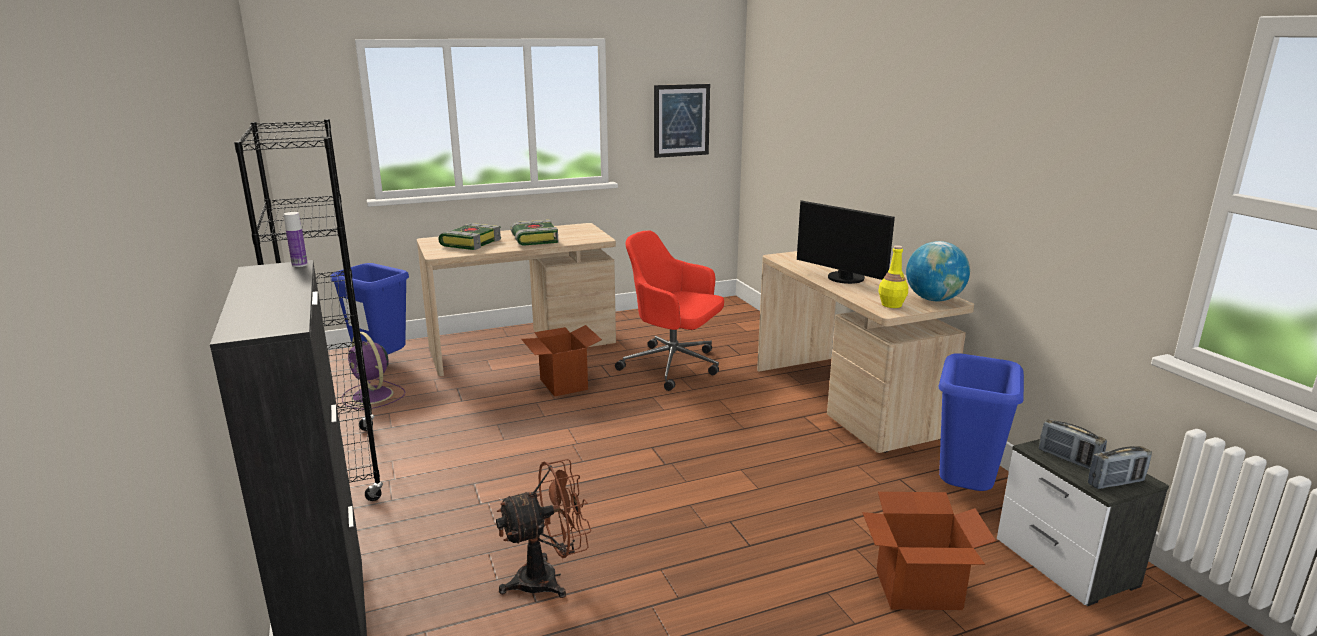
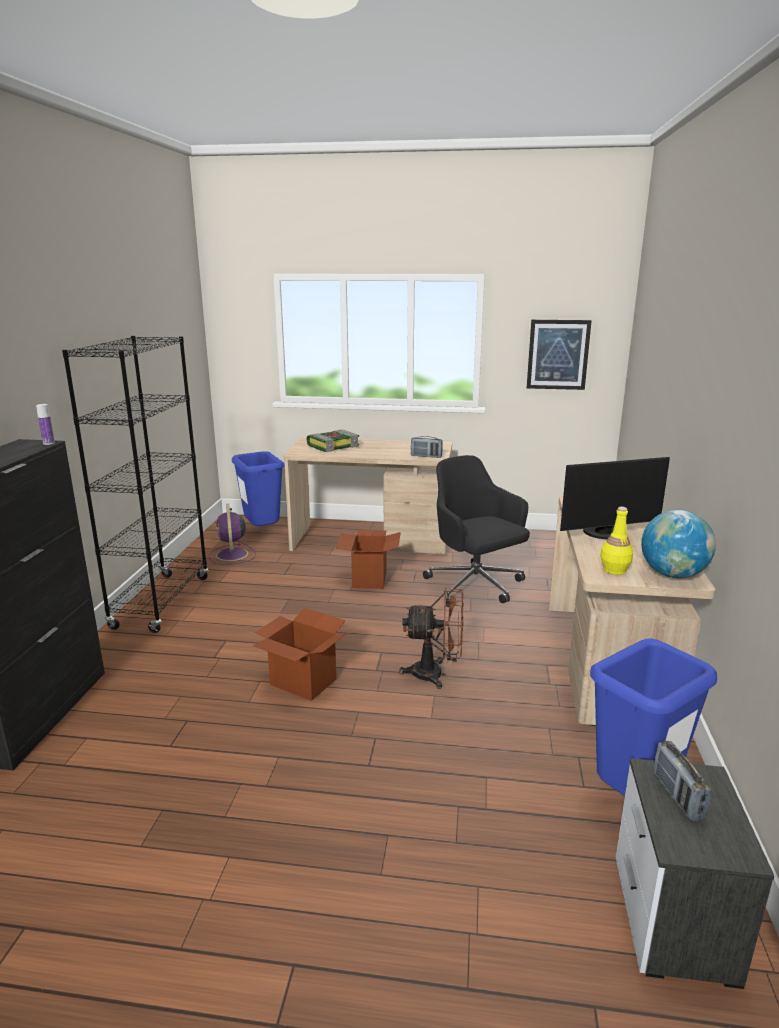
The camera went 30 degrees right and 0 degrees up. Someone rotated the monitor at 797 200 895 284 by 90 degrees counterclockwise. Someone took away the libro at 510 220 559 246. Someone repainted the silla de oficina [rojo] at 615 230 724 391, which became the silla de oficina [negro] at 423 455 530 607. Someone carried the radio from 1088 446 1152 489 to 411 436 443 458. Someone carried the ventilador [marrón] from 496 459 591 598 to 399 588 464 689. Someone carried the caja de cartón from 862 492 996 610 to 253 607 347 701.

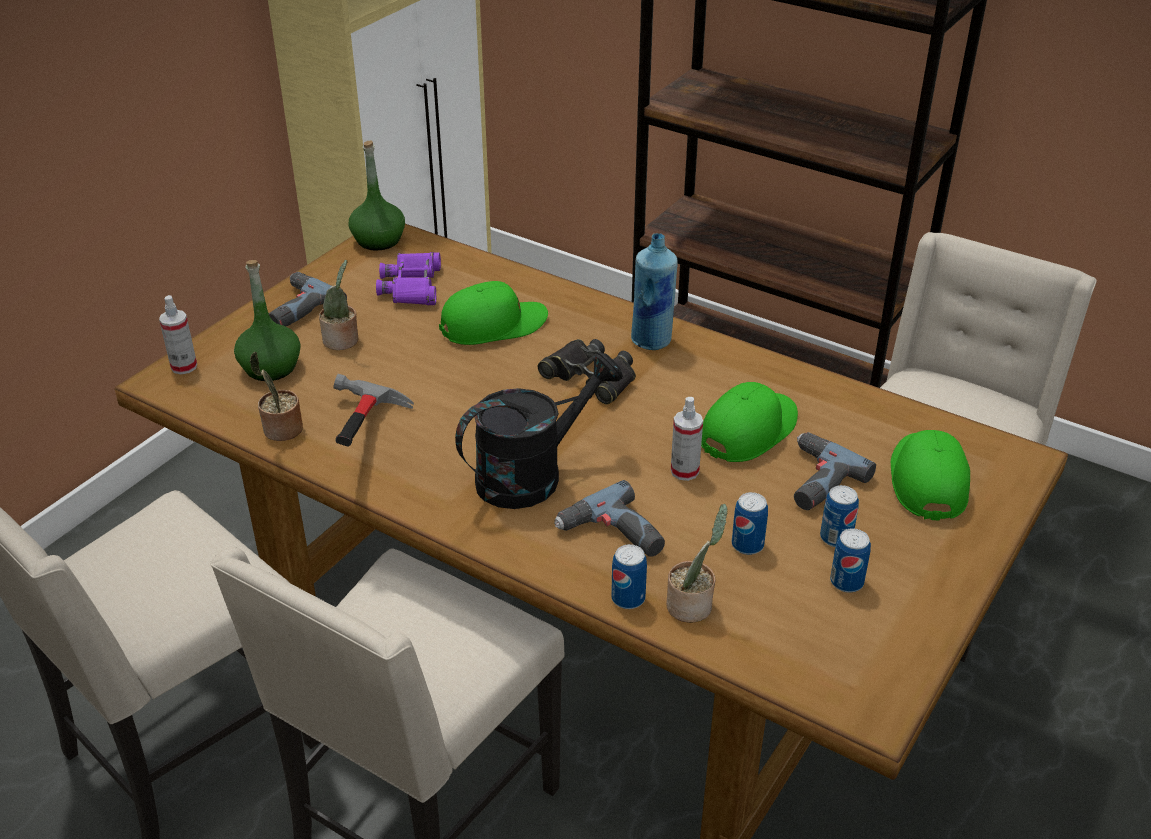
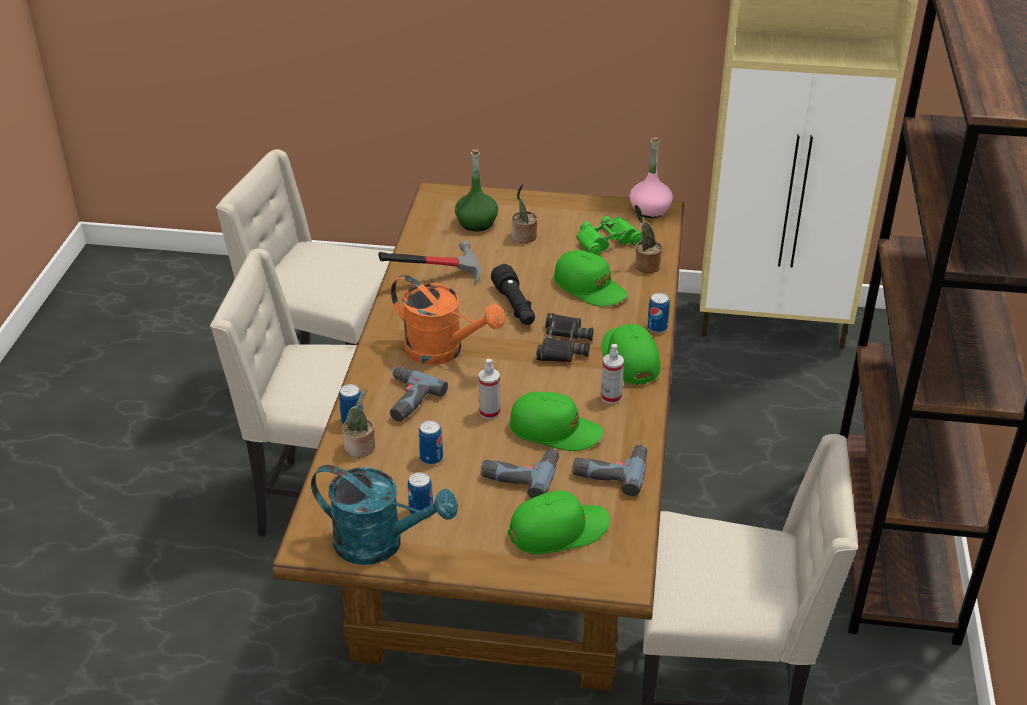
The camera went 65 degrees right and 0 degrees up. Someone repainted the botella [verde] at 349 140 405 251, which became the botella [rosa] at 630 137 673 218. Someone swapped the botella [azul] at 631 233 678 350 for the gorra [verde] at 601 324 660 385. Someone repainted the prismáticos [morado] at 376 252 441 305, which became the prismáticos [verde] at 576 216 642 255. Someone carried the taladro from 269 272 347 326 to 572 444 648 496. Someone carried the pulverizador from 159 295 197 374 to 601 344 624 404. Someone carried the planta en maceta from 249 352 303 441 to 635 205 662 273. Someone repainted the regadera [negro] at 455 352 623 509, which became the regadera [naranja] at 391 275 505 365. Someone carried the lata from 820 485 859 547 to 647 293 670 333. Someone put down the linterna [negro] at 491 264 535 325. Someone put down the regadera [turquesa] at 311 465 458 565.

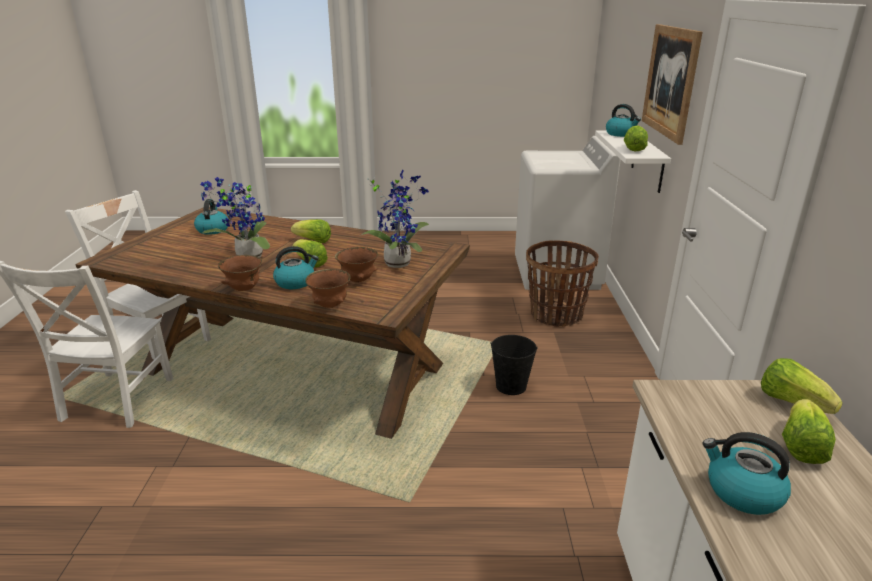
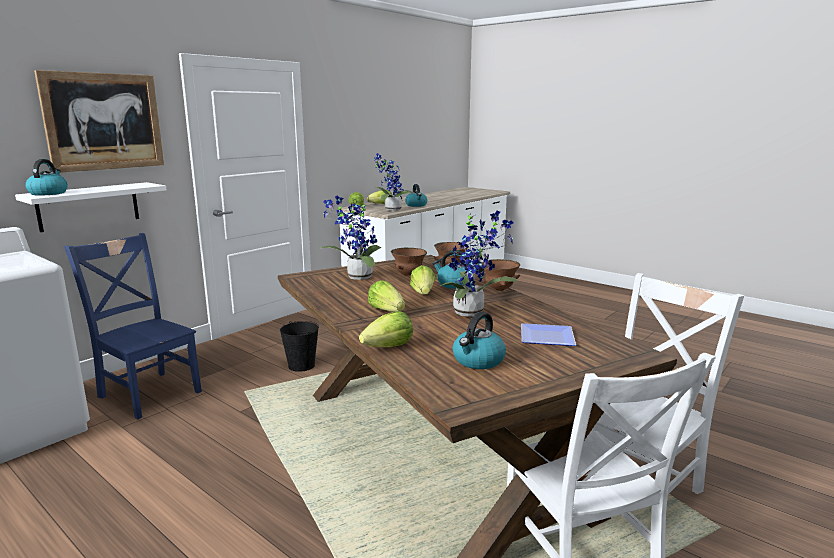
The camera went 140 degrees left and 10 degrees down. Someone carried the lechuga from 624 125 648 152 to 359 311 413 347. Someone swapped the cesta at 526 240 599 327 for the silla [azul] at 64 233 202 420. Someone put down the planta en maceta at 373 153 412 211. Someone put down the plato at 521 323 576 346.

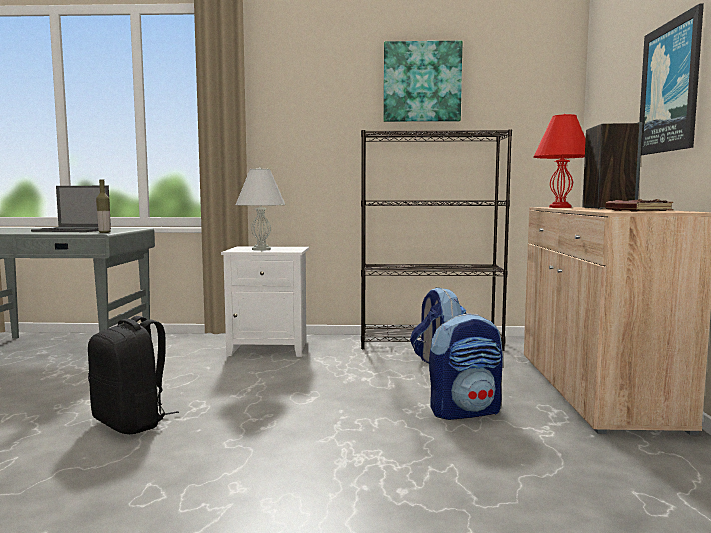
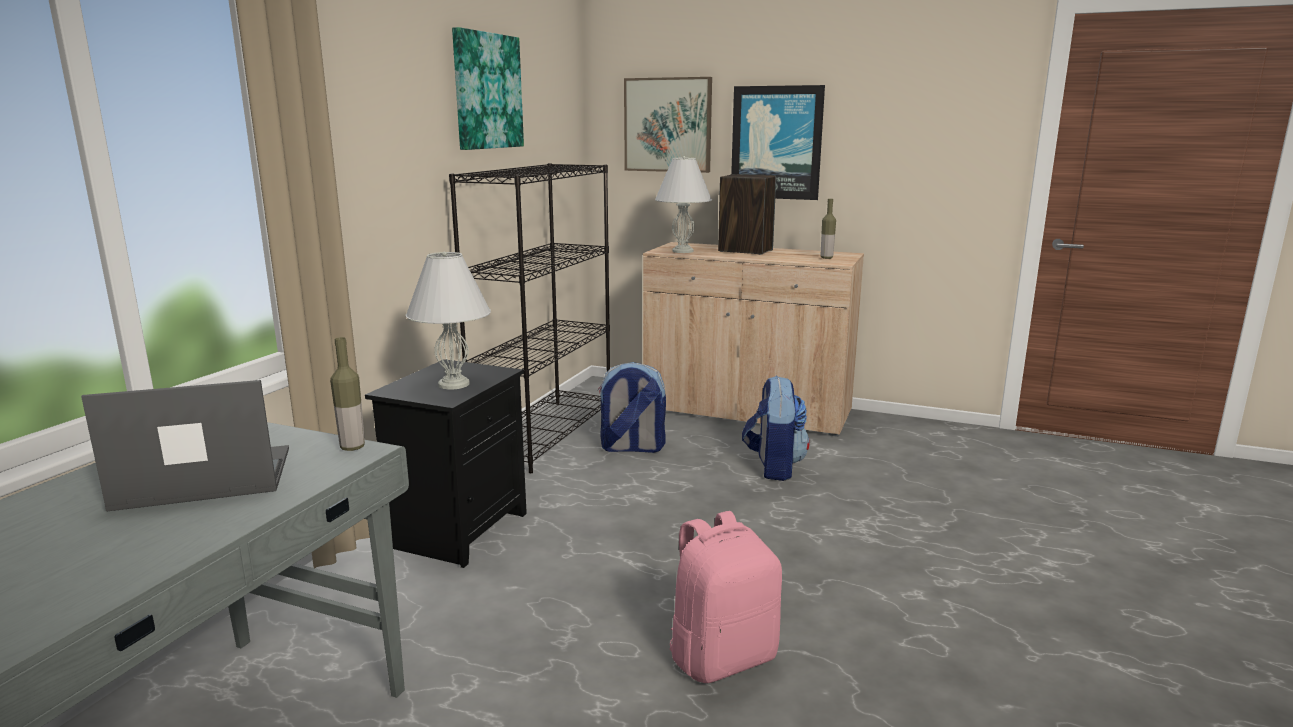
The camera went 70 degrees left and 10 degrees up. Someone repainted the lámpara de mesa [rojo] at 533 114 586 208, which became the lámpara de mesa [blanco] at 655 156 712 253. Someone rotated the portátil at 31 186 111 232 by 135 degrees counterclockwise. Someone swapped the libro [marrón] at 605 199 673 212 for the botella at 820 199 836 259. Someone repainted the mesita de noche [blanco] at 221 247 309 357, which became the mesita de noche [negro] at 365 359 527 568. Someone repainted the mochila [negro] at 88 316 179 434, which became the mochila [rosa] at 670 511 782 683. Someone put up the cuadro at 624 77 712 173.

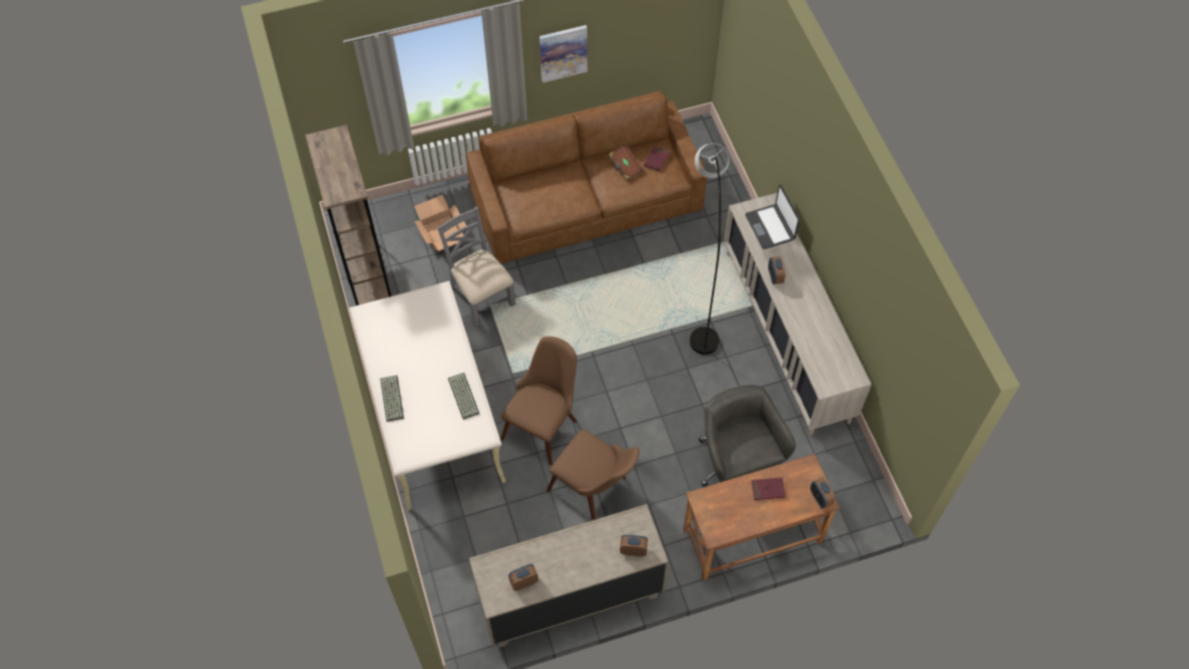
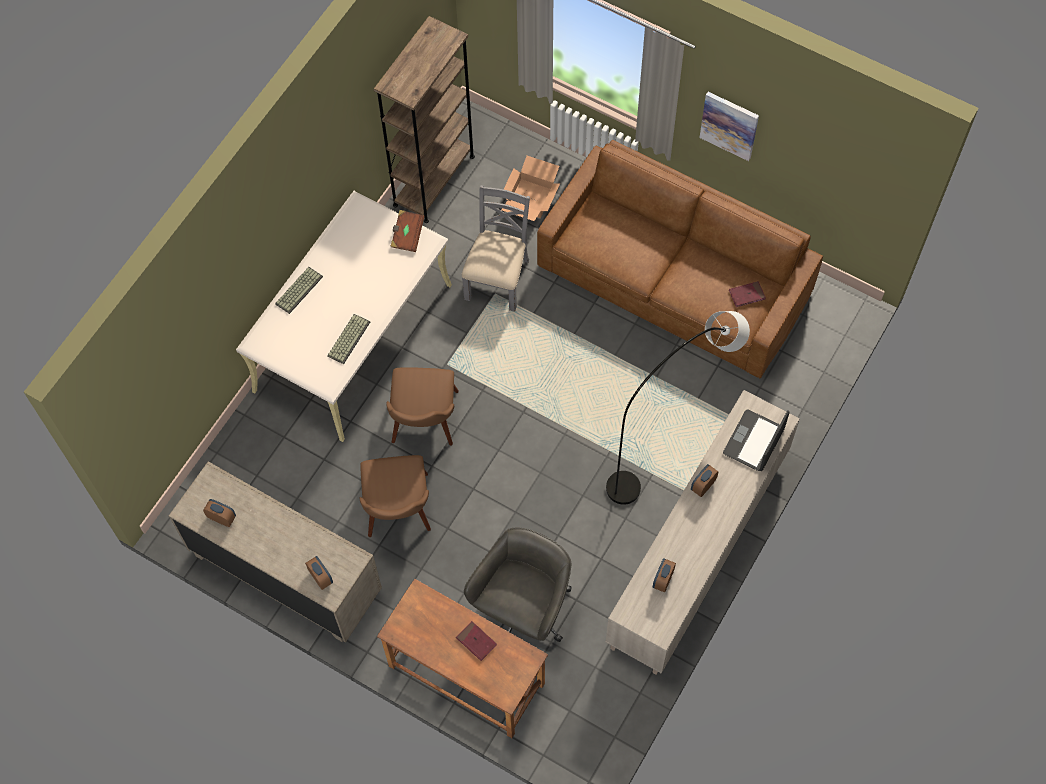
The camera went 50 degrees right and 5 degrees up. Someone carried the libro [marrón] from 608 145 643 181 to 390 210 424 252. Someone rotated the silla [marrón] at 501 336 577 465 by 105 degrees clockwise. Someone carried the despertador from 810 477 835 509 to 653 558 676 593.

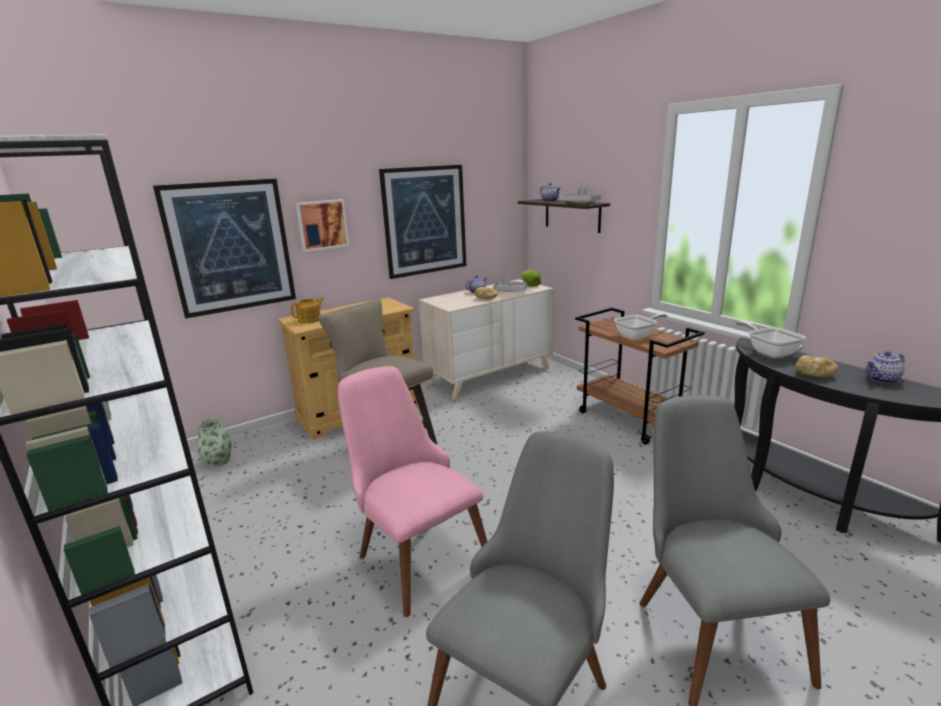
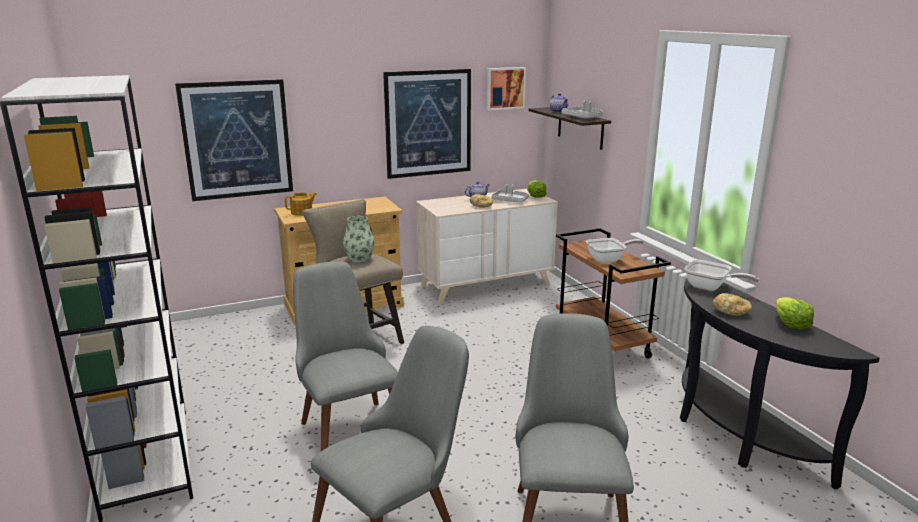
The camera went 10 degrees right and 0 degrees up. Someone carried the cuadro from 295 199 349 252 to 487 67 526 110. Someone rotated the sartén at 736 321 806 358 by 135 degrees clockwise. Someone swapped the tetera at 866 351 904 383 for the lechuga at 776 297 814 329. Someone repainted the silla [rosa] at 338 366 488 617, which became the silla [gris] at 293 262 398 451. Someone carried the florero from 197 419 232 467 to 343 216 374 263.

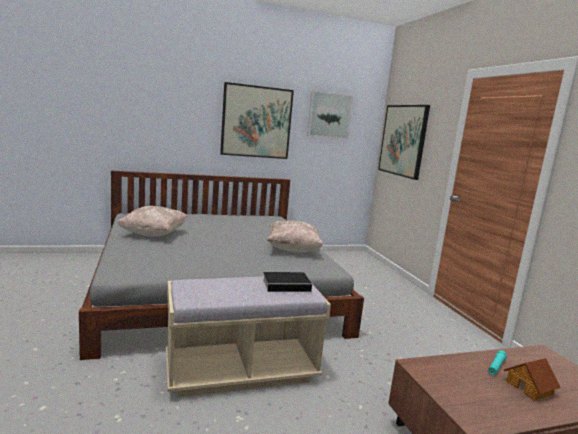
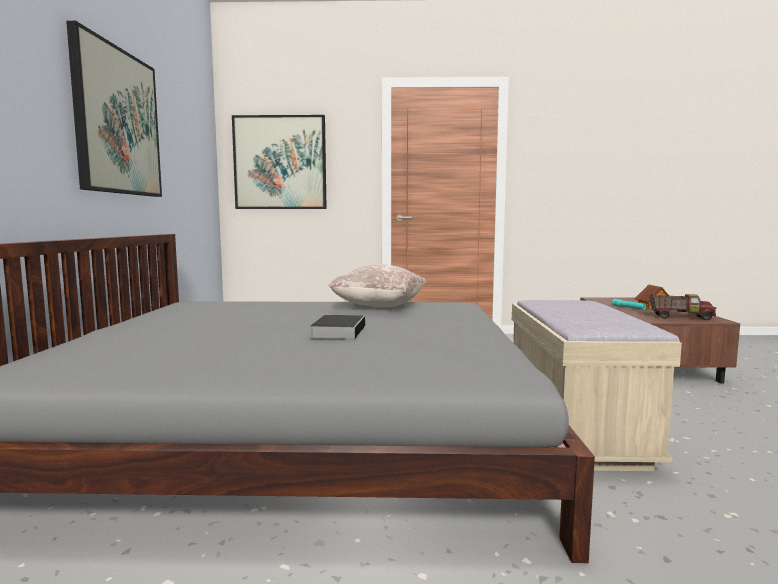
The camera went 70 degrees left and 5 degrees down. Someone took away the cuadro at 307 90 354 140. Someone took away the cojín [beis] at 116 206 188 237. Someone carried the libro from 263 272 319 292 to 310 315 365 339. Someone put down the camión de juguete at 649 294 716 321.

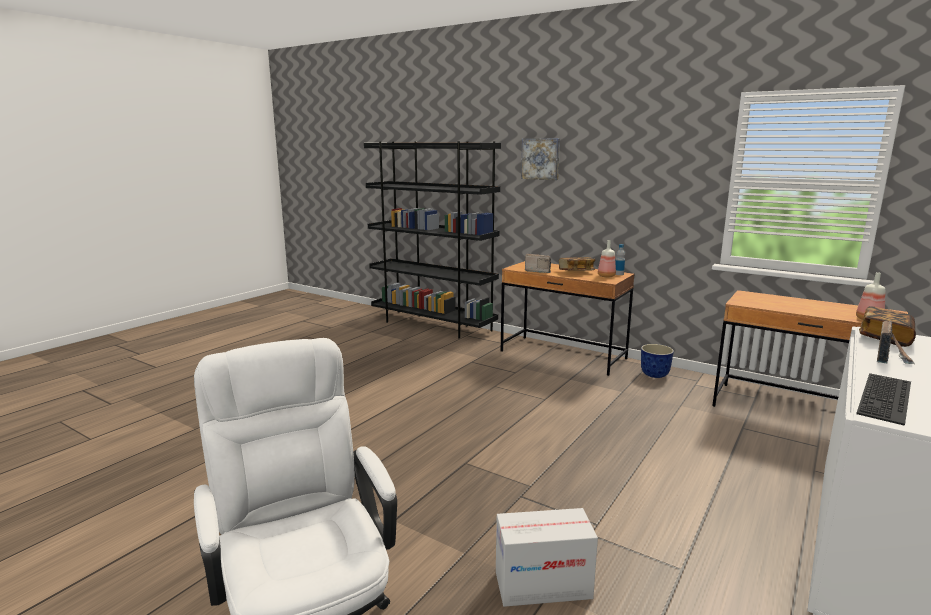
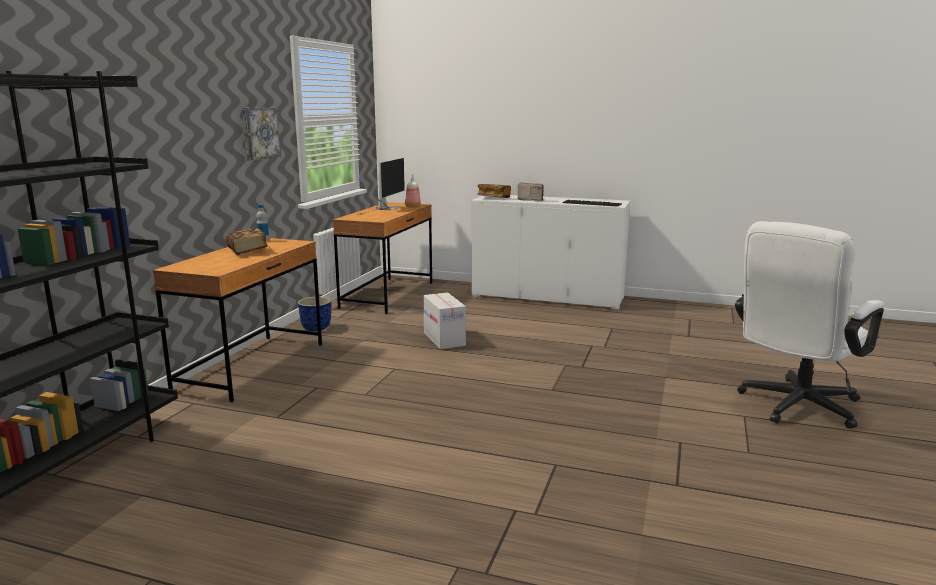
The camera went 105 degrees left and 0 degrees up. Someone carried the cuadro from 521 138 560 180 to 242 107 281 160. Someone took away the botella at 598 240 616 277. Someone took away the radio at 525 254 551 273. Someone carried the caja de cartón from 496 508 598 607 to 423 293 466 349. Someone put down the monitor at 357 158 405 216.

